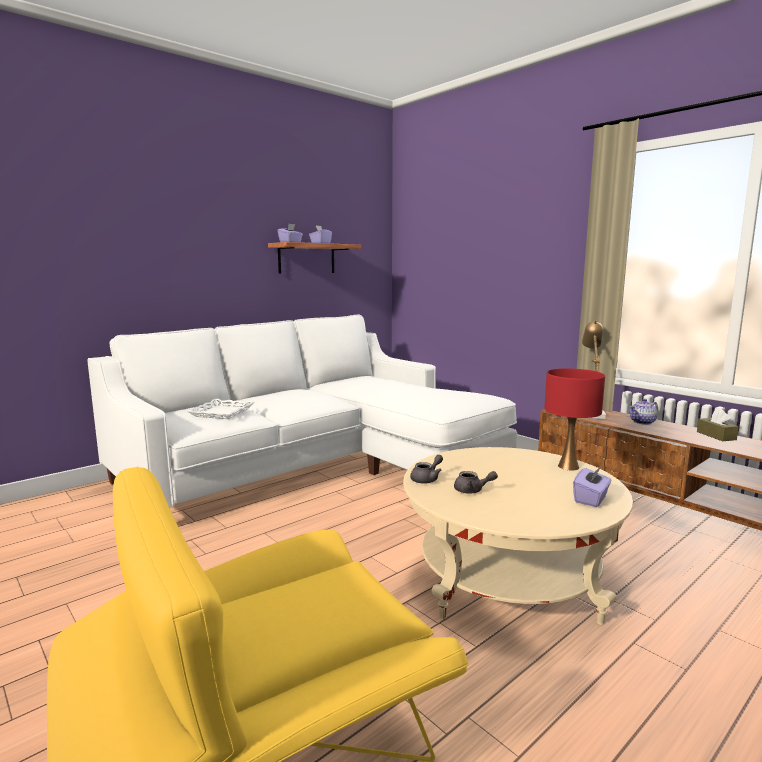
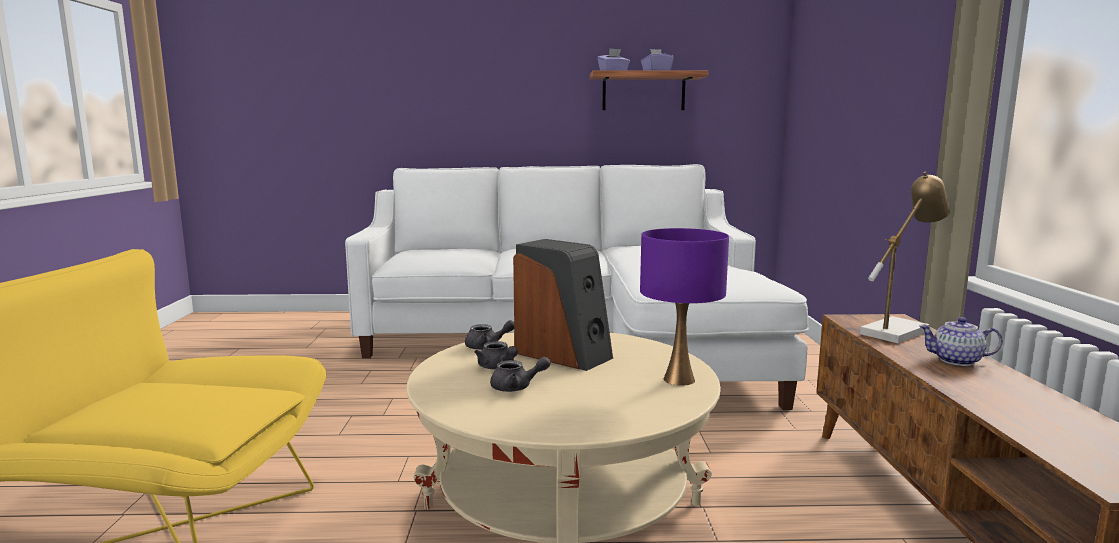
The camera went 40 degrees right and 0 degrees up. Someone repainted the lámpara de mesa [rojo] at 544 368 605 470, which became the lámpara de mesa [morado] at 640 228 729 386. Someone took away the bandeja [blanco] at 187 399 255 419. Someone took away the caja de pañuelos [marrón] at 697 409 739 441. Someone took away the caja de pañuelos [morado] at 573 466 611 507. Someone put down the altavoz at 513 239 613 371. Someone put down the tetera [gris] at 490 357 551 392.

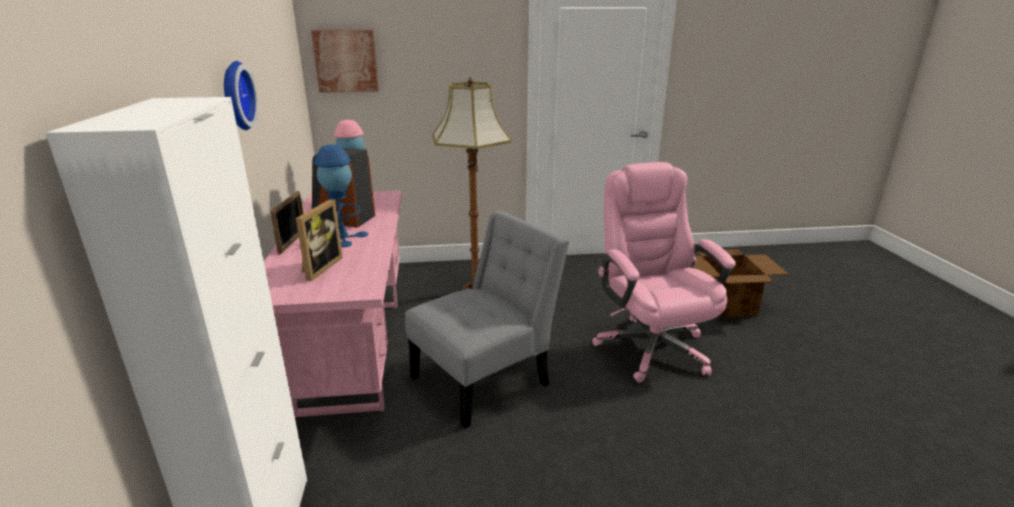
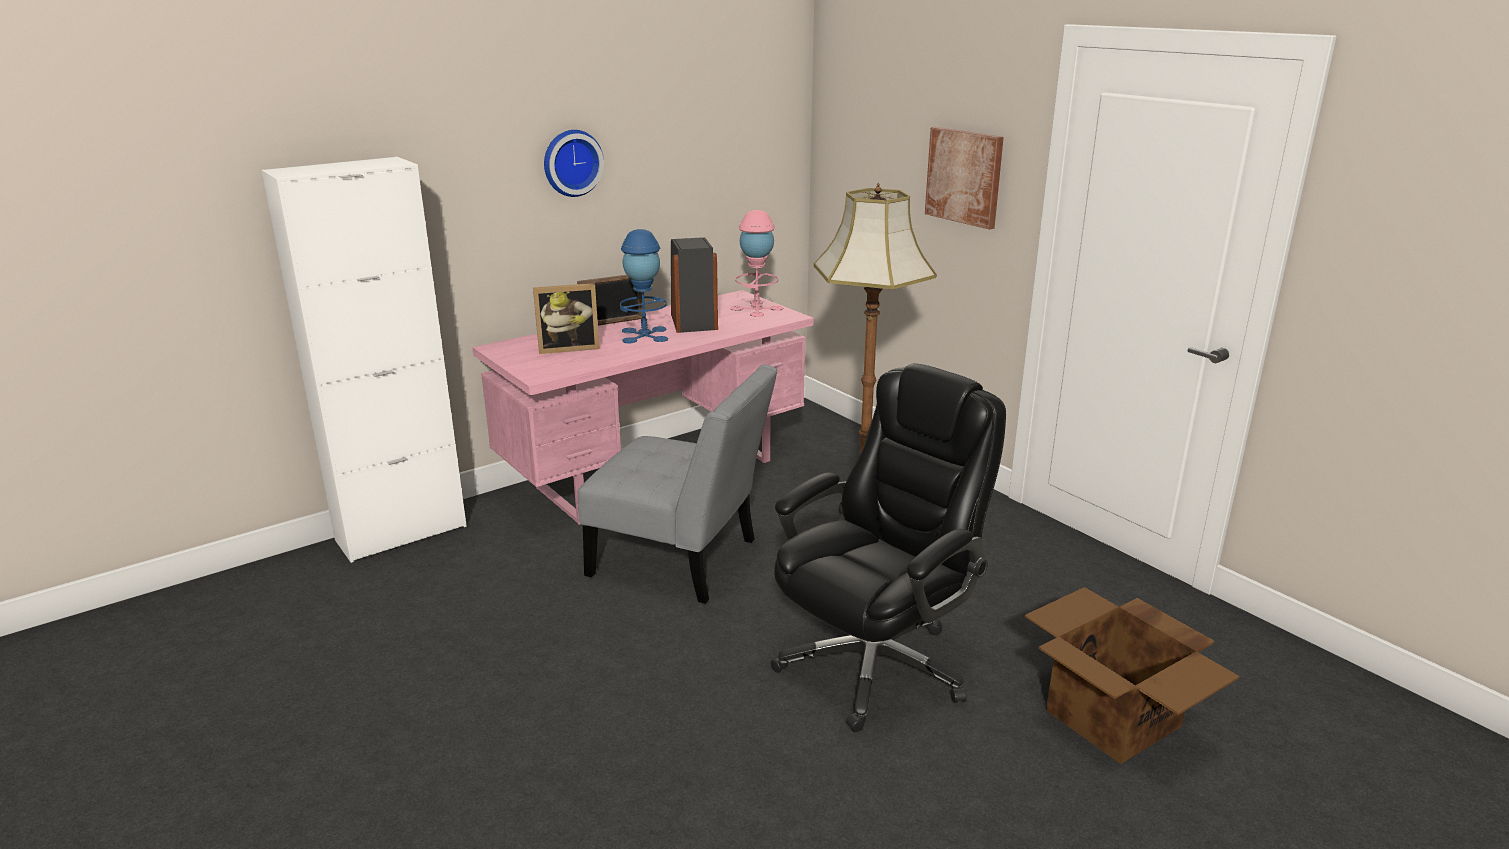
The camera went 60 degrees right and 0 degrees up. Someone carried the cuadro from 311 30 379 93 to 925 127 1004 230. Someone repainted the silla de oficina [rosa] at 592 162 736 383, which became the silla de oficina [negro] at 771 363 1006 732.

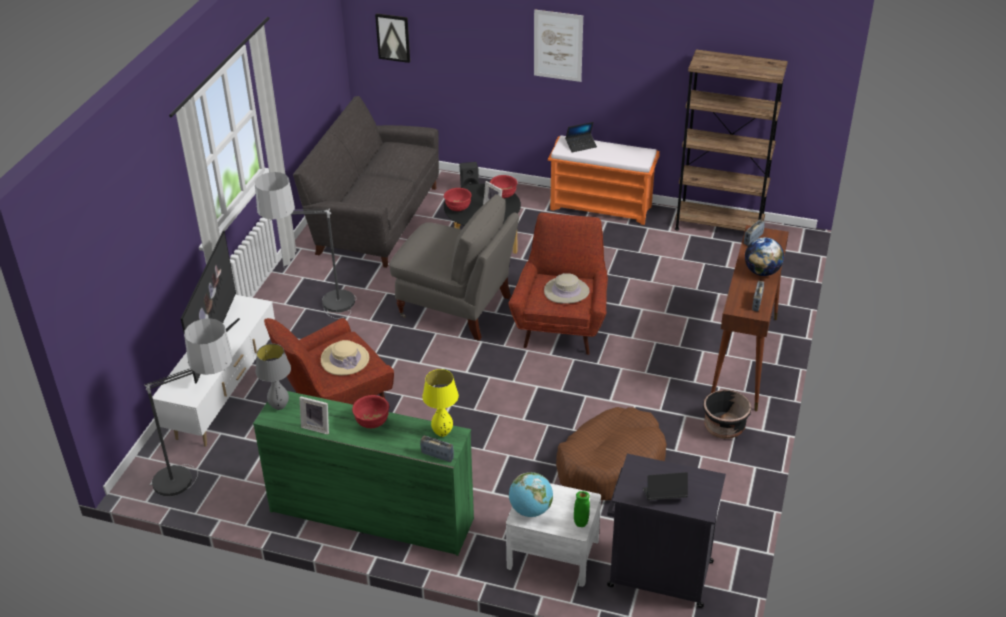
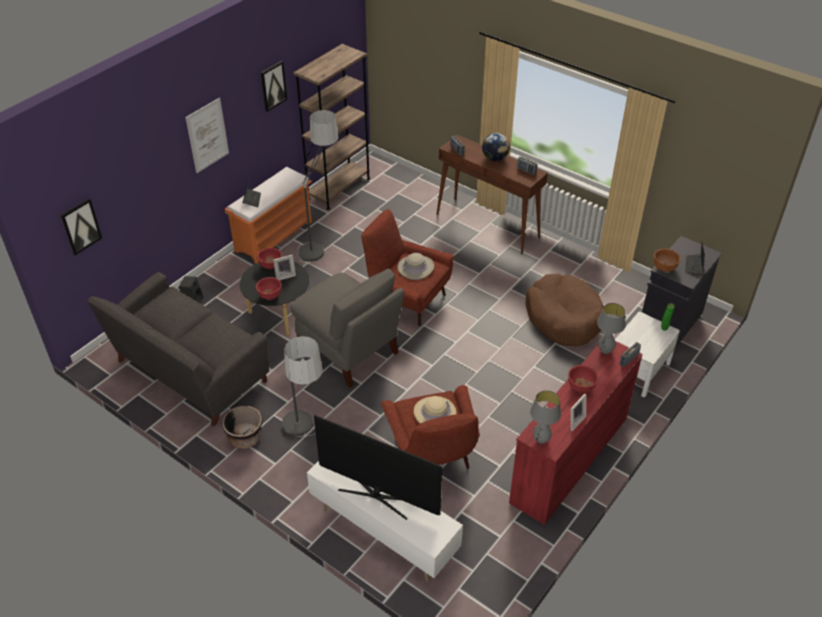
The camera went 70 degrees left and 5 degrees up. Someone rotated the sillón [gris] at 389 194 519 341 by 90 degrees clockwise. Someone carried the lámpara de pie from 144 318 233 497 to 298 110 338 263. Someone repainted the lámpara de mesa [amarillo] at 422 369 459 437, which became the lámpara de mesa [gris] at 597 303 626 354. Someone carried the maceta [negro] from 703 390 752 439 to 223 406 263 449. Someone repainted the cómoda [verde] at 253 391 474 556, which became the cómoda [rojo] at 509 341 643 525. Someone took away the globo terráqueo at 509 472 553 517. Someone put up the cuadro at 261 61 287 112. Someone put down the cuenco [marrón] at 654 249 681 272.

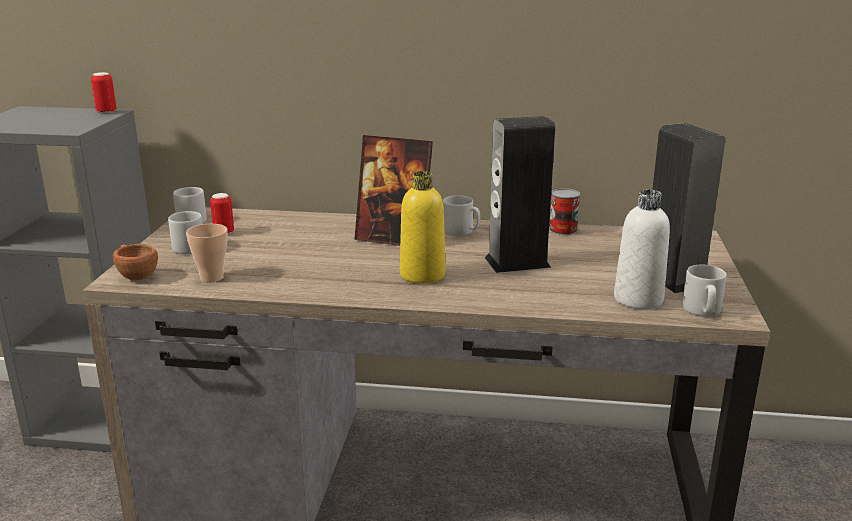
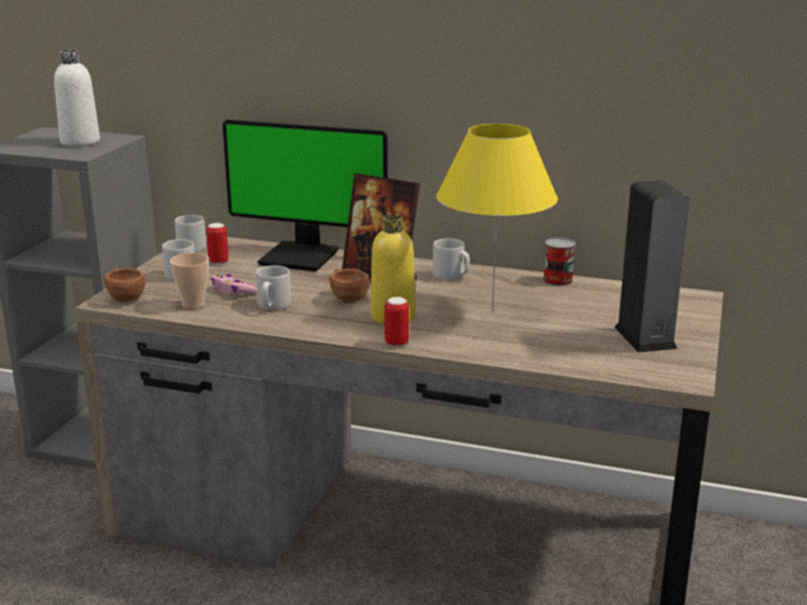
The camera went 10 degrees right and 0 degrees up. Someone carried the lata from 91 72 116 114 to 385 297 409 347. Someone swapped the altavoz at 485 116 555 273 for the lámpara de mesa [amarillo] at 436 124 558 311. Someone carried the botella [blanco] from 614 190 670 310 to 54 50 100 146. Someone carried the taza grande [gris] from 682 265 727 317 to 256 265 291 311. Someone put down the monitor at 223 120 388 272. Someone put down the taza [marrón] at 329 268 370 303. Someone put down the mando de consola [rosa] at 211 274 257 295.

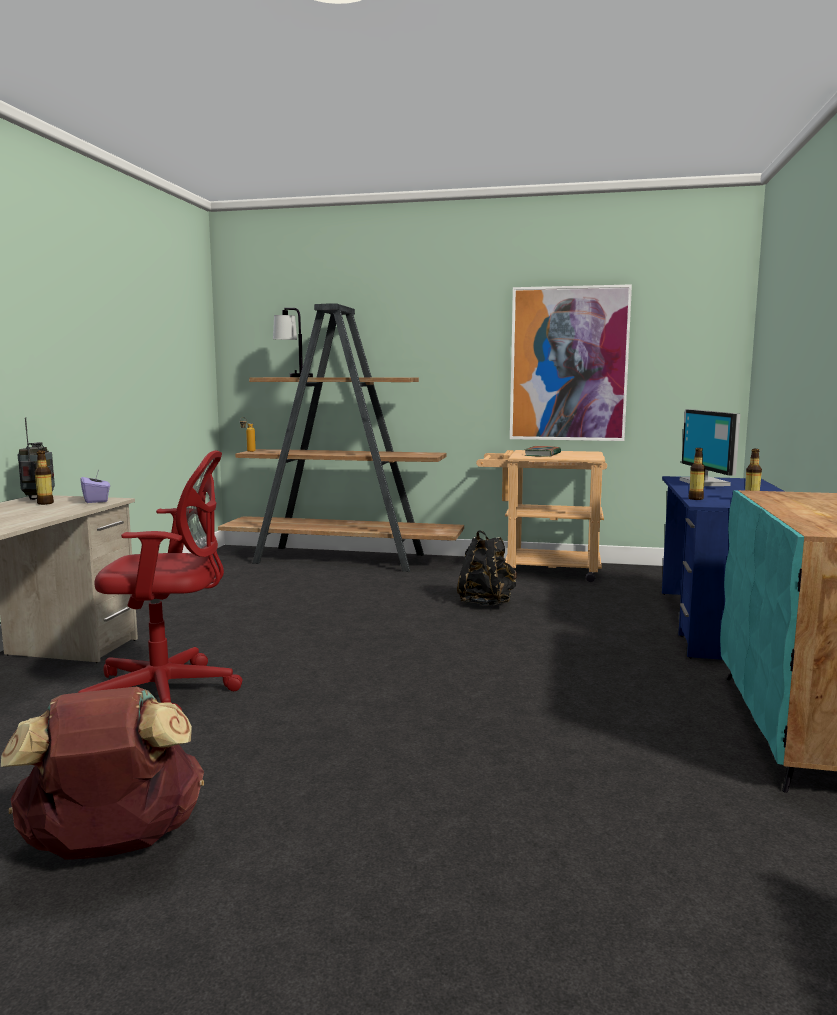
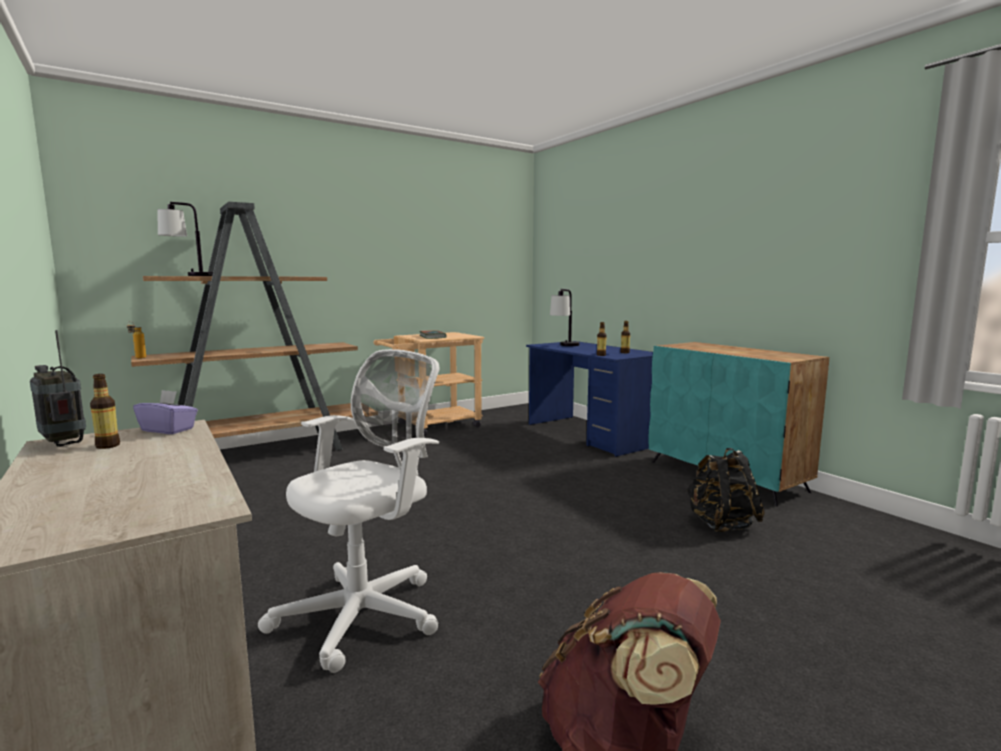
The camera went 45 degrees left and 0 degrees up. Someone took away the cuadro at 510 284 632 441. Someone swapped the monitor at 680 409 740 486 for the lámpara de mesa at 550 289 580 346. Someone repainted the silla de oficina [rojo] at 78 450 243 711, which became the silla de oficina [blanco] at 258 349 439 673. Someone carried the mochila [negro] from 457 530 517 605 to 687 448 765 532.

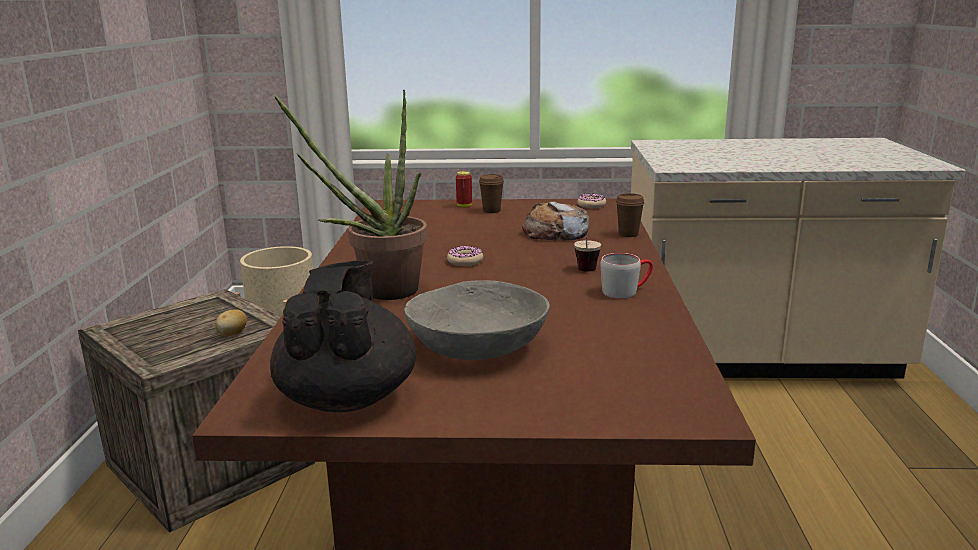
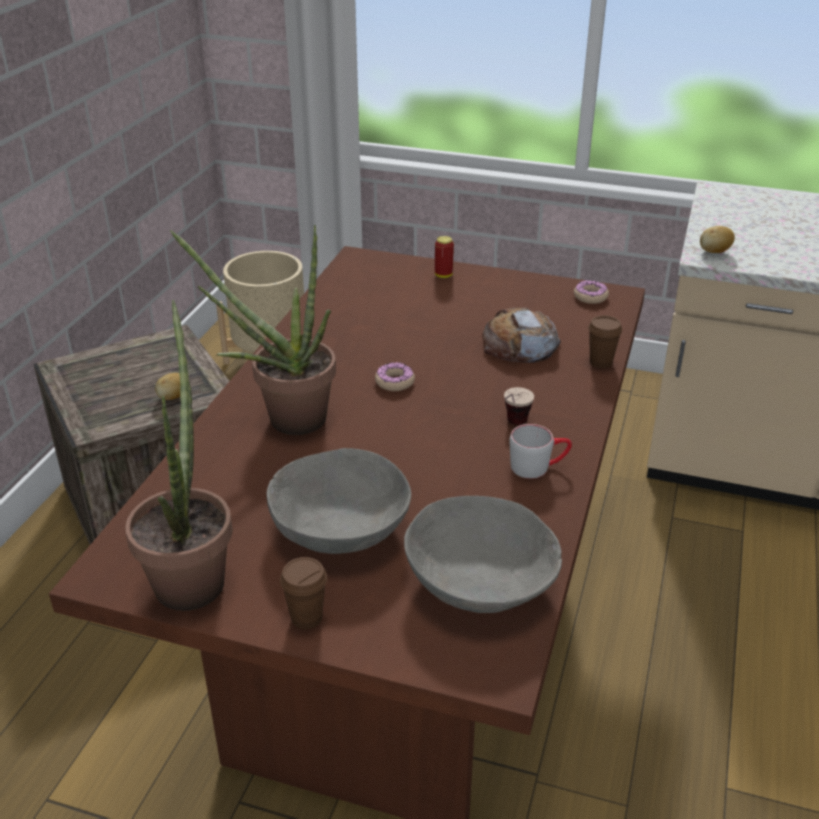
The camera went 15 degrees right and 15 degrees up. Someone carried the taza [marrón] from 479 174 504 213 to 280 557 327 629. Someone swapped the tetera [negro] at 270 260 416 412 for the planta en maceta at 125 300 233 611. Someone put down the patata at 700 226 735 253. Someone put down the cuenco [gris] at 404 496 562 613.

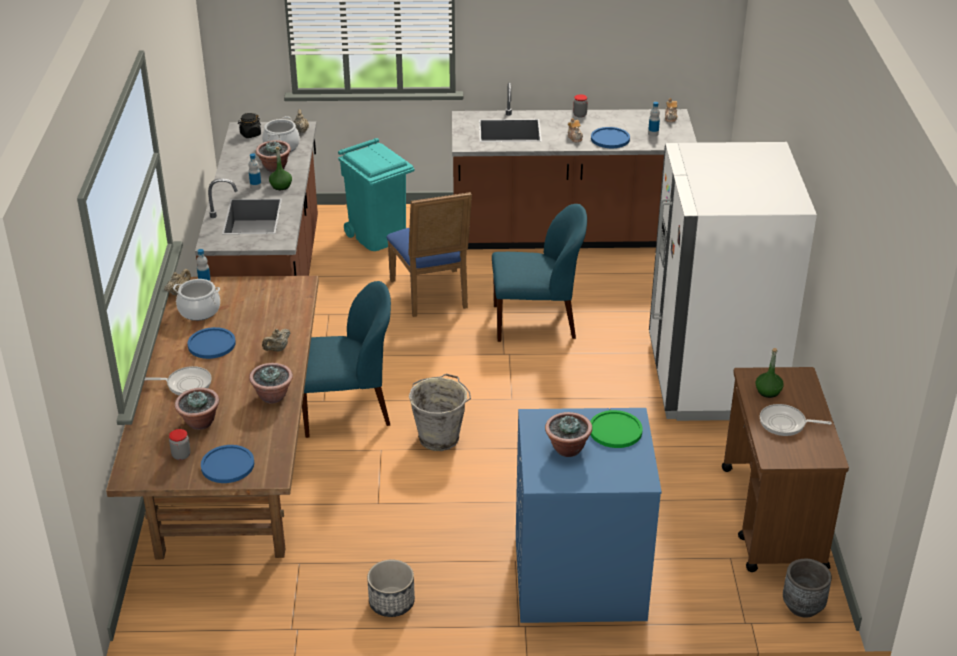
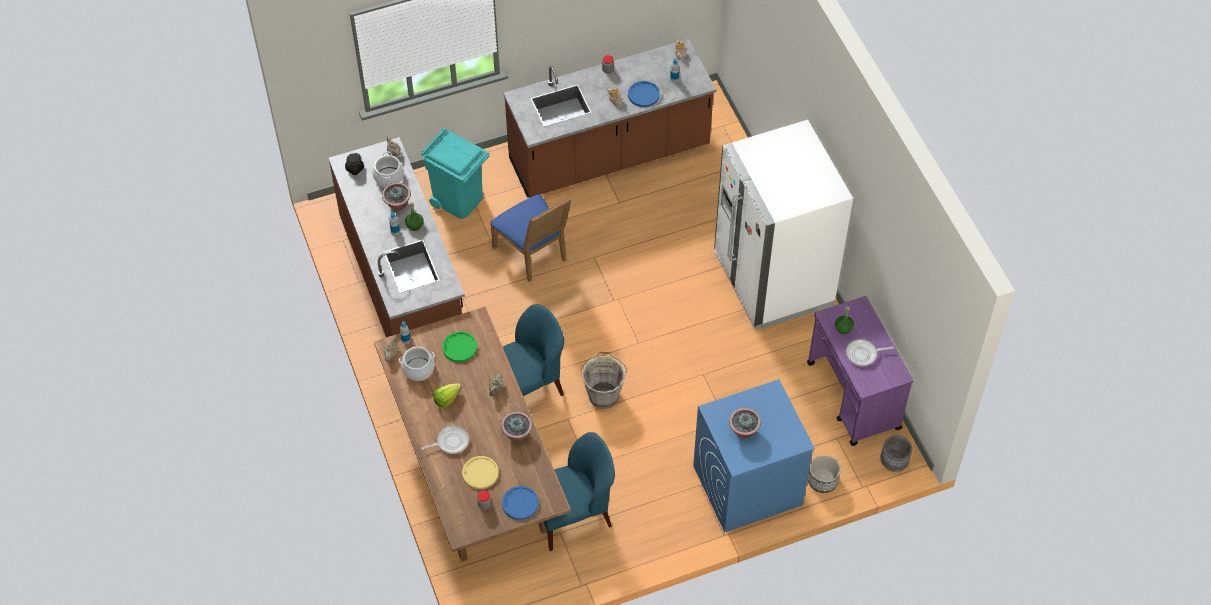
The camera went 20 degrees left and 20 degrees up. Someone carried the silla [azul] from 492 204 587 342 to 543 432 615 551. Someone swapped the plato [azul] at 188 327 236 359 for the lechuga at 433 383 461 408. Someone repainted the carrito [marrón] at 722 367 849 572, which became the carrito [morado] at 807 296 914 446. Someone swapped the planta en maceta at 175 388 219 430 for the plato [amarillo] at 462 456 499 489. Someone carried the plato [verde] from 590 410 643 448 to 442 331 477 362. Someone carried the maceta from 367 560 415 617 to 808 455 841 493.

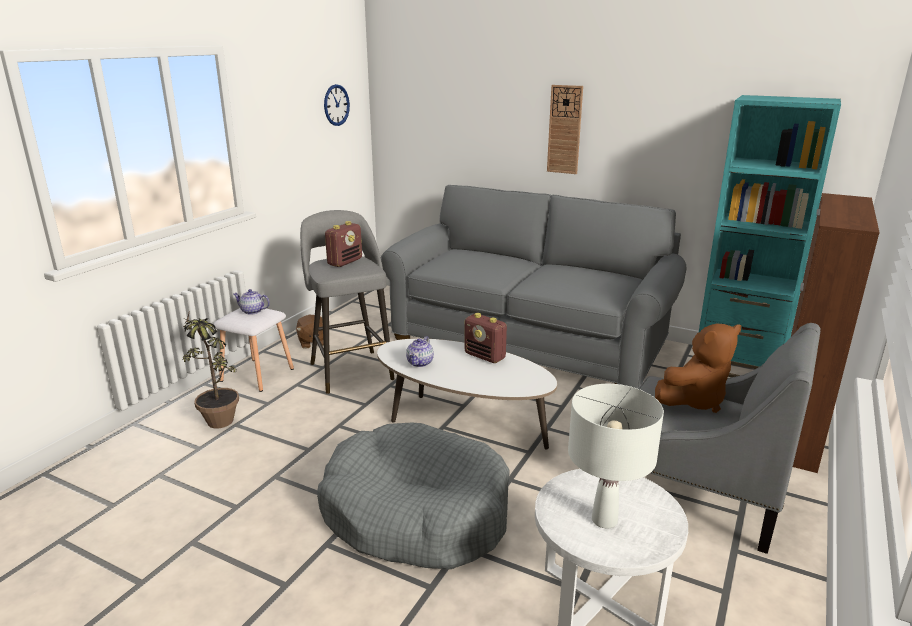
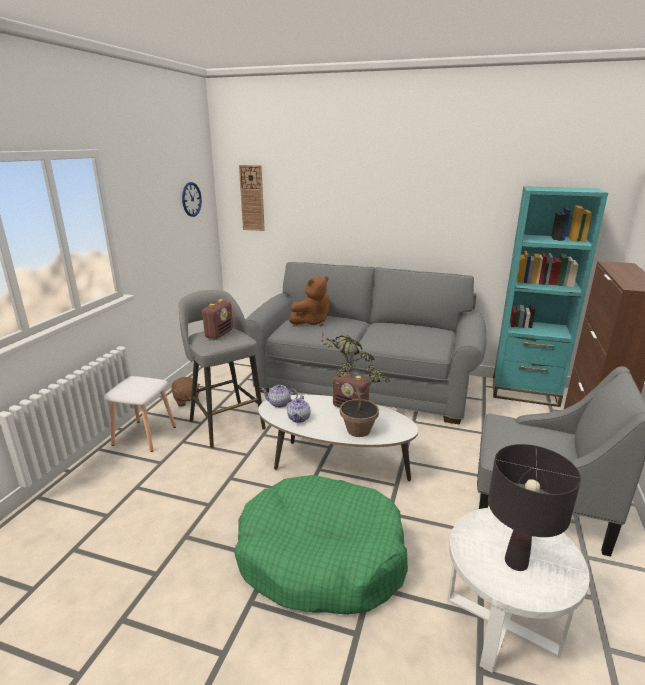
The camera went 10 degrees left and 0 degrees up. Someone carried the reloj de pared from 547 85 583 174 to 239 165 265 231. Someone carried the tetera from 233 289 270 315 to 261 384 298 408. Someone carried the planta en maceta from 182 310 239 428 to 321 331 390 437. Someone carried the peluche [marrón] from 655 323 741 413 to 289 276 330 326. Someone repainted the lámpara de mesa [blanco] at 568 384 664 528, which became the lámpara de mesa [negro] at 488 444 581 571. Someone repainted the cama para perro [gris] at 317 422 510 569, which became the cama para perro [verde] at 234 475 408 615.

